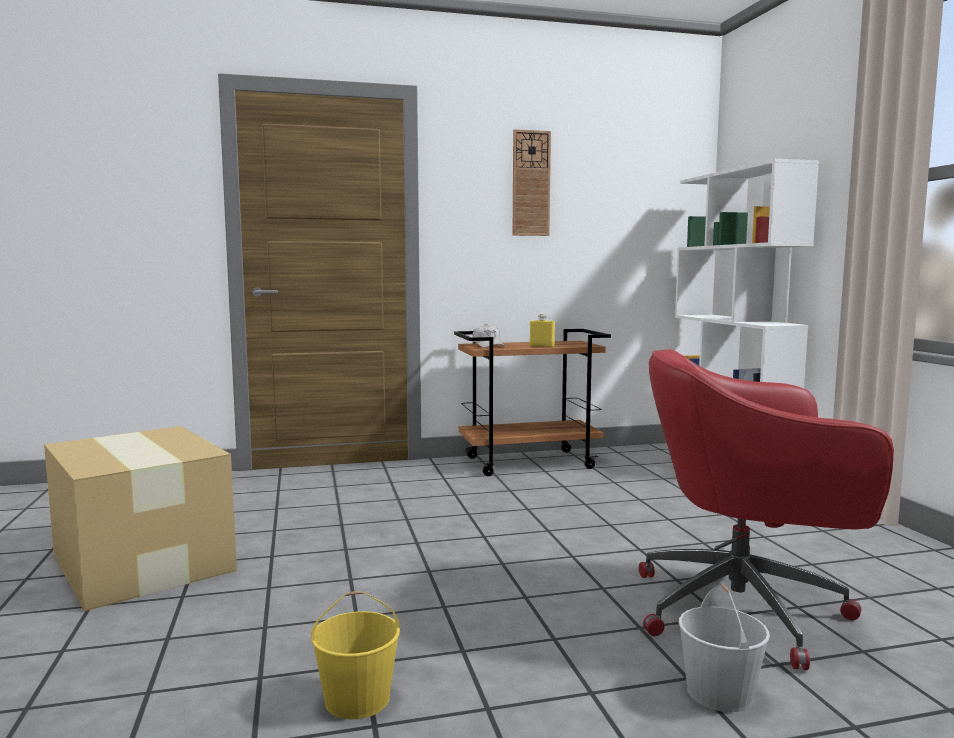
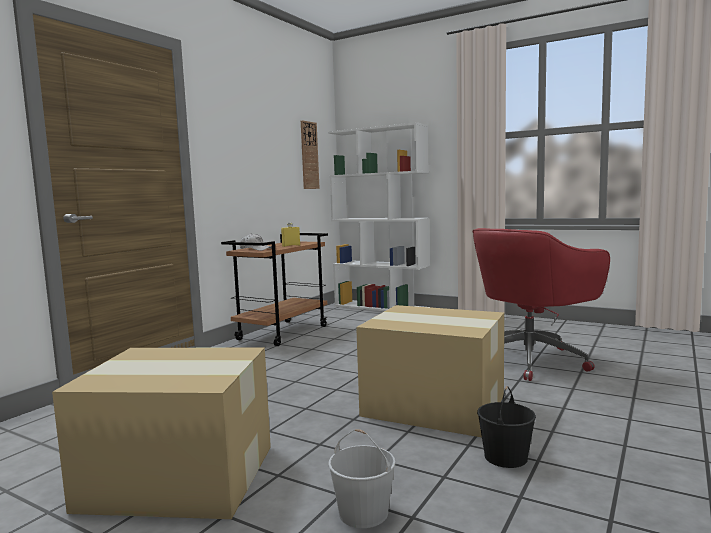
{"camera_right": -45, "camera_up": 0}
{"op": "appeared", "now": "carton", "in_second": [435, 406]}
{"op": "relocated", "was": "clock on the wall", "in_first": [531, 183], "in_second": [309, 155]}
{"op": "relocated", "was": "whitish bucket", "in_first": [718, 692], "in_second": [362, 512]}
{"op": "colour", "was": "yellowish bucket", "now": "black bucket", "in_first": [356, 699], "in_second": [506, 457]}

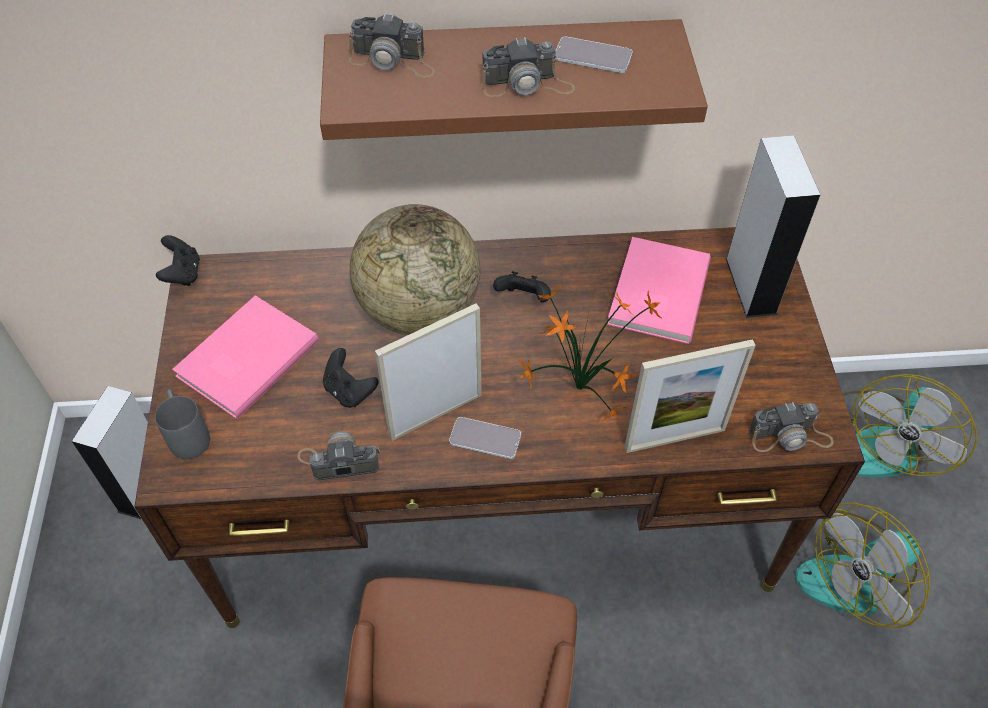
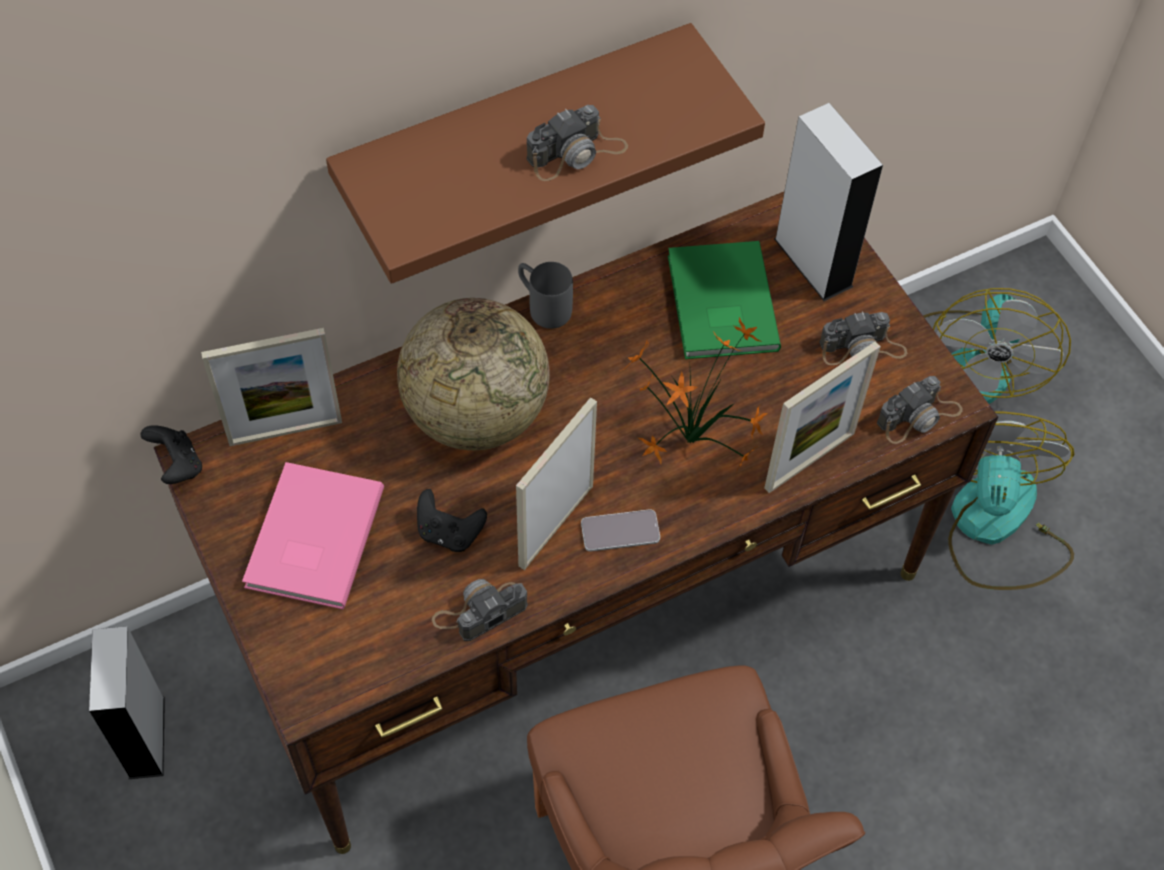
{"camera_right": -25, "camera_up": 5}
{"op": "missing", "was": "black joypad", "in_first": [523, 298]}
{"op": "missing", "was": "phone", "in_first": [592, 56]}
{"op": "appeared", "now": "picture frame", "in_second": [285, 431]}
{"op": "relocated", "was": "gray mug", "in_first": [187, 434], "in_second": [543, 306]}
{"op": "relocated", "was": "photo camera", "in_first": [393, 60], "in_second": [862, 348]}
{"op": "colour", "was": "pink-coloured bound book", "now": "greenish bound book", "in_first": [655, 293], "in_second": [719, 305]}
{"op": "spun", "was": "cooling fan", "in_first": [857, 575], "in_second": [994, 526], "clockwise": 150}

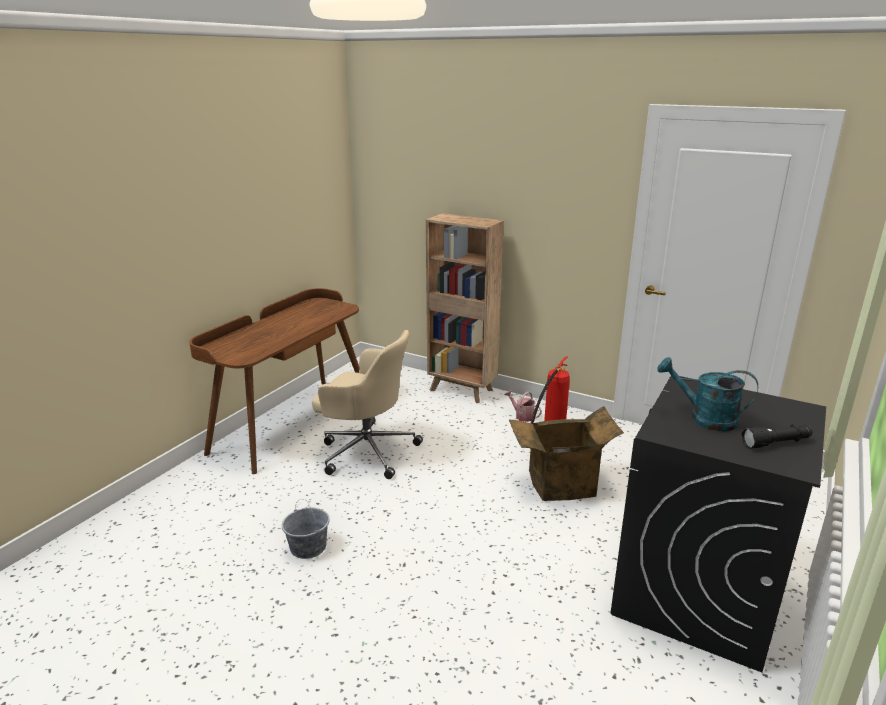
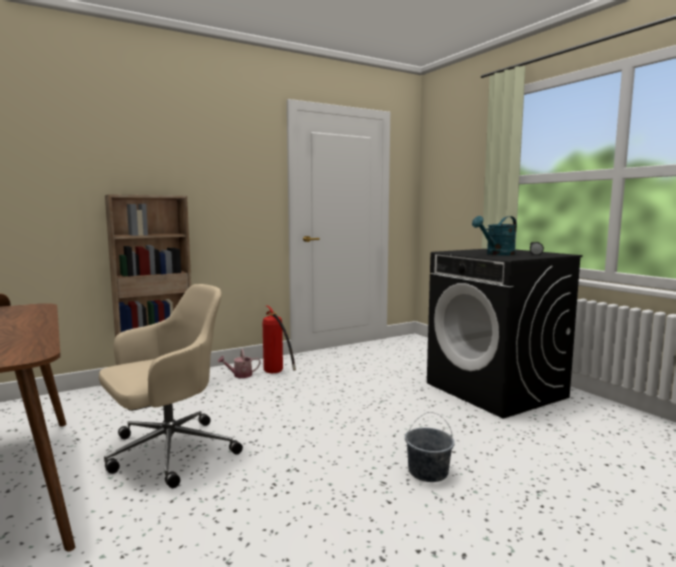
{"camera_right": -60, "camera_up": -15}
{"op": "missing", "was": "carton", "in_first": [561, 485]}
{"op": "relocated", "was": "gray bucket", "in_first": [308, 547], "in_second": [427, 472]}

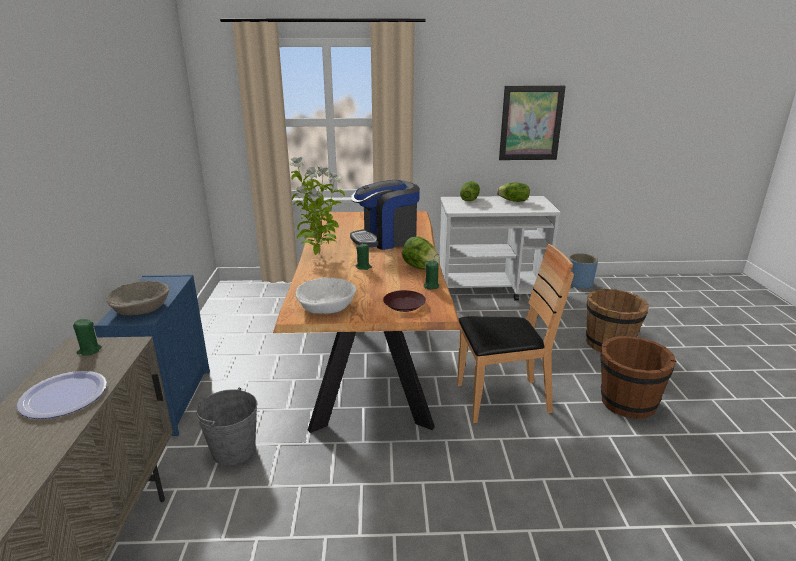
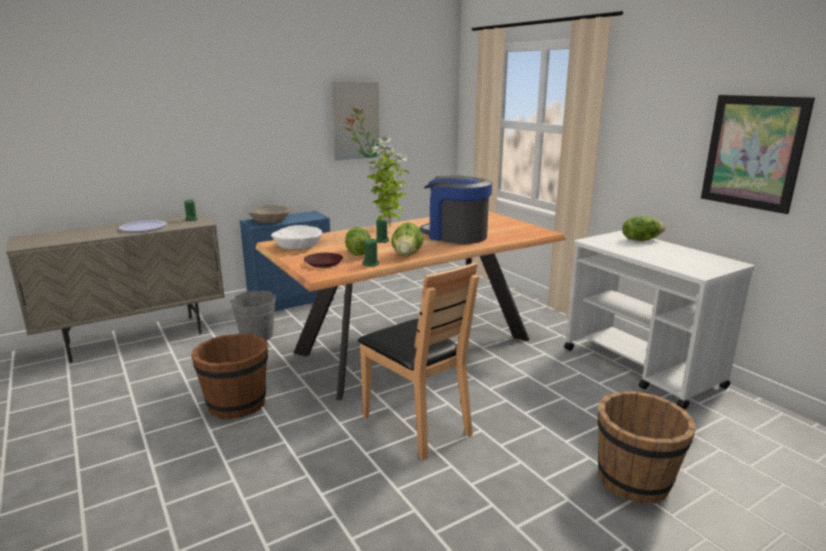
{"camera_right": 60, "camera_up": -5}
{"op": "missing", "was": "blue planter", "in_first": [579, 284]}
{"op": "appeared", "now": "wall art", "in_second": [355, 120]}
{"op": "relocated", "was": "lettuce", "in_first": [513, 201], "in_second": [357, 253]}
{"op": "relocated", "was": "brown bucket", "in_first": [627, 403], "in_second": [237, 404]}

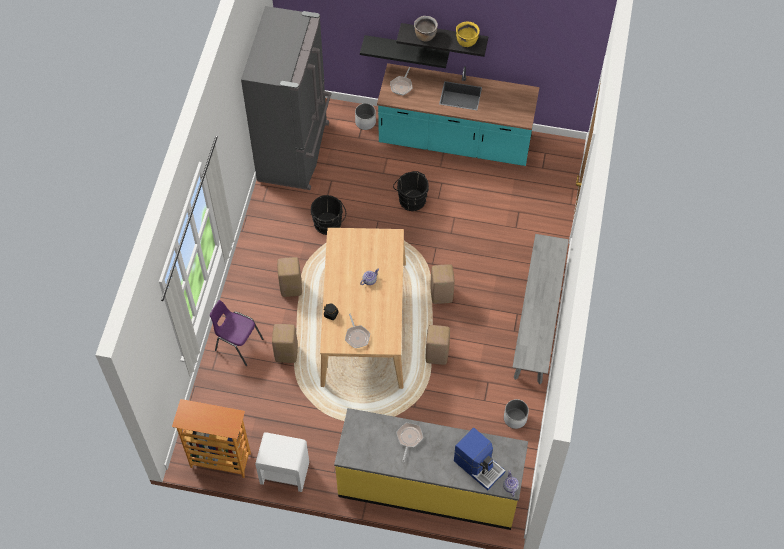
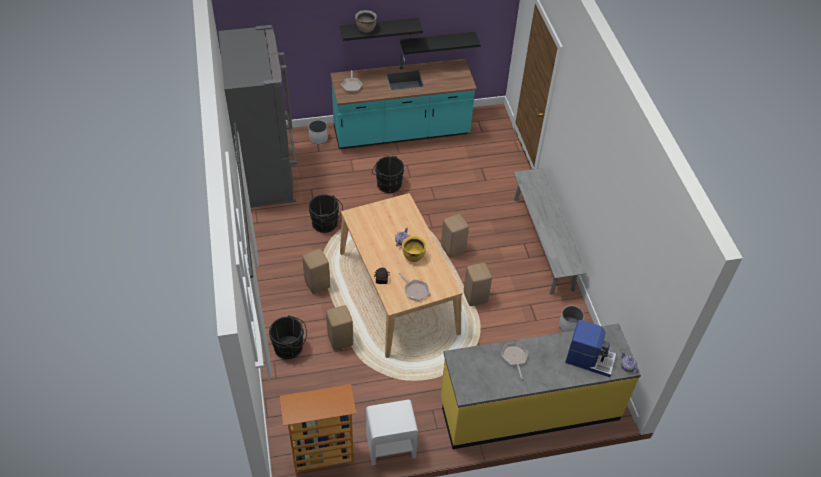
{"camera_right": -25, "camera_up": -10}
{"op": "relocated", "was": "black bracket shelf", "in_first": [407, 48], "in_second": [437, 43]}
{"op": "relocated", "was": "yellowish cooking pot", "in_first": [466, 41], "in_second": [413, 256]}
{"op": "exchanged", "was": "purplish chair", "now": "black bucket", "in_first": [237, 344], "in_second": [290, 347]}

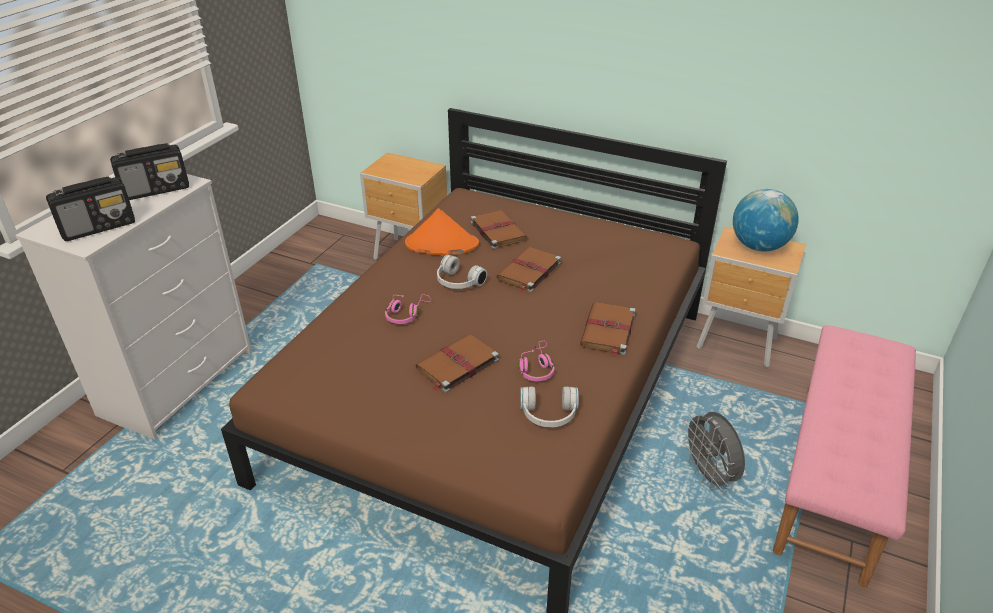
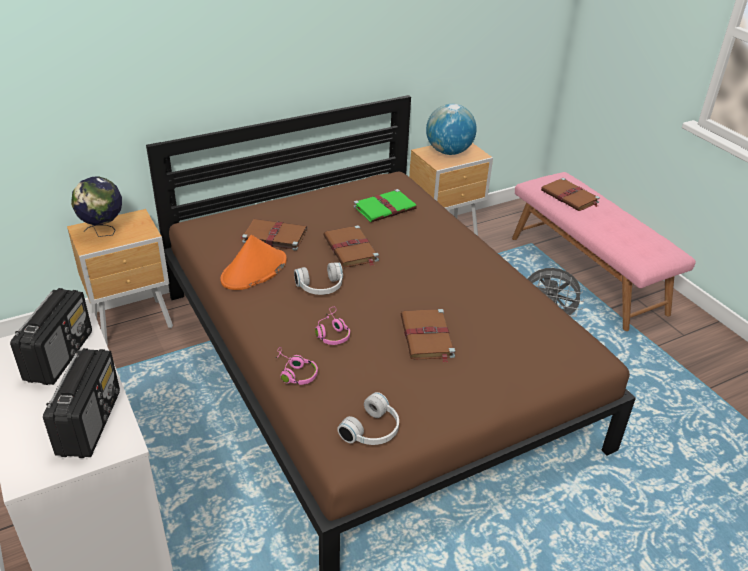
{"camera_right": -55, "camera_up": 0}
{"op": "appeared", "now": "desk globe", "in_second": [103, 232]}
{"op": "appeared", "now": "greenish bound book", "in_second": [385, 208]}
{"op": "relocated", "was": "pink-coloured headphones", "in_first": [536, 368], "in_second": [294, 373]}
{"op": "relocated", "was": "whitish headphones", "in_first": [549, 415], "in_second": [373, 431]}
{"op": "relocated", "was": "brown bound book", "in_first": [608, 331], "in_second": [570, 197]}

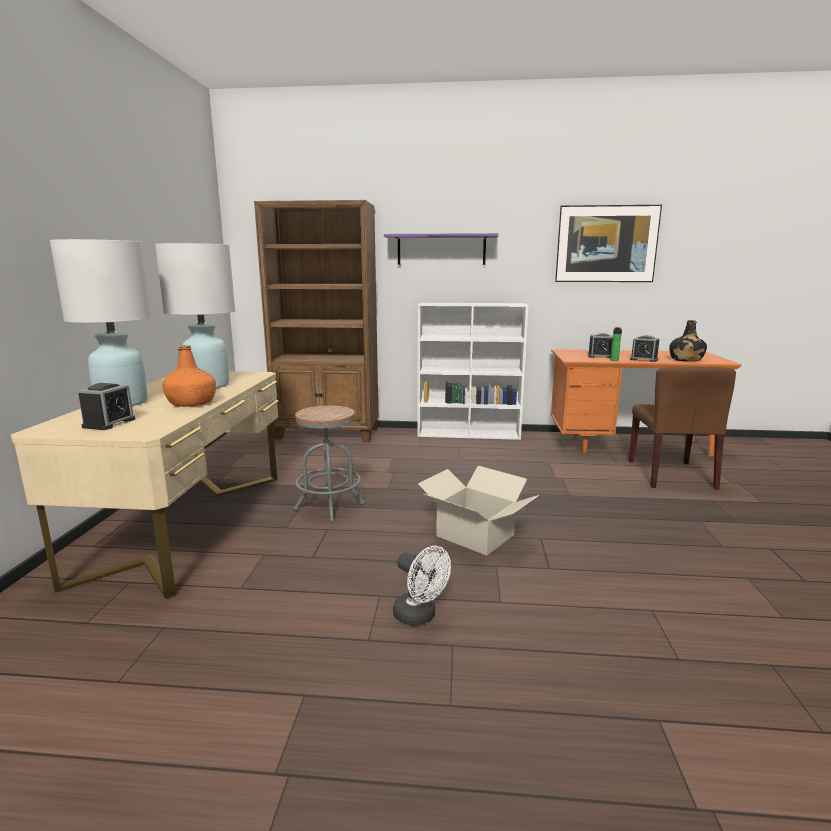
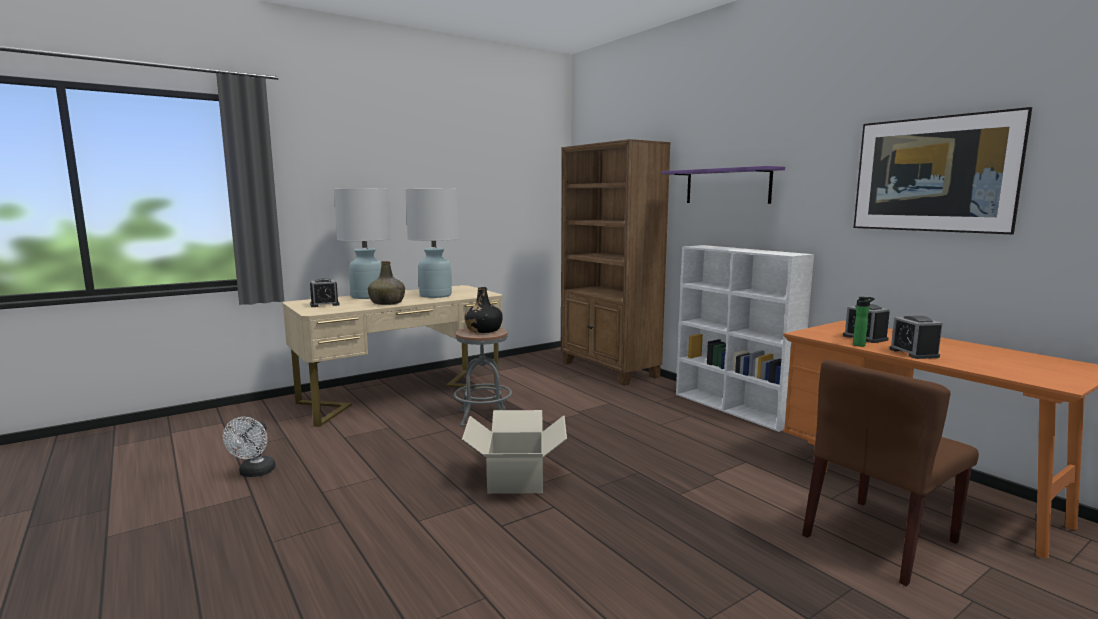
{"camera_right": 50, "camera_up": -5}
{"op": "relocated", "was": "whitish cooling fan", "in_first": [420, 616], "in_second": [254, 473]}
{"op": "relocated", "was": "black beverage bottle", "in_first": [685, 360], "in_second": [483, 330]}
{"op": "colour", "was": "orange beverage bottle", "now": "greenish beverage bottle", "in_first": [192, 403], "in_second": [387, 303]}

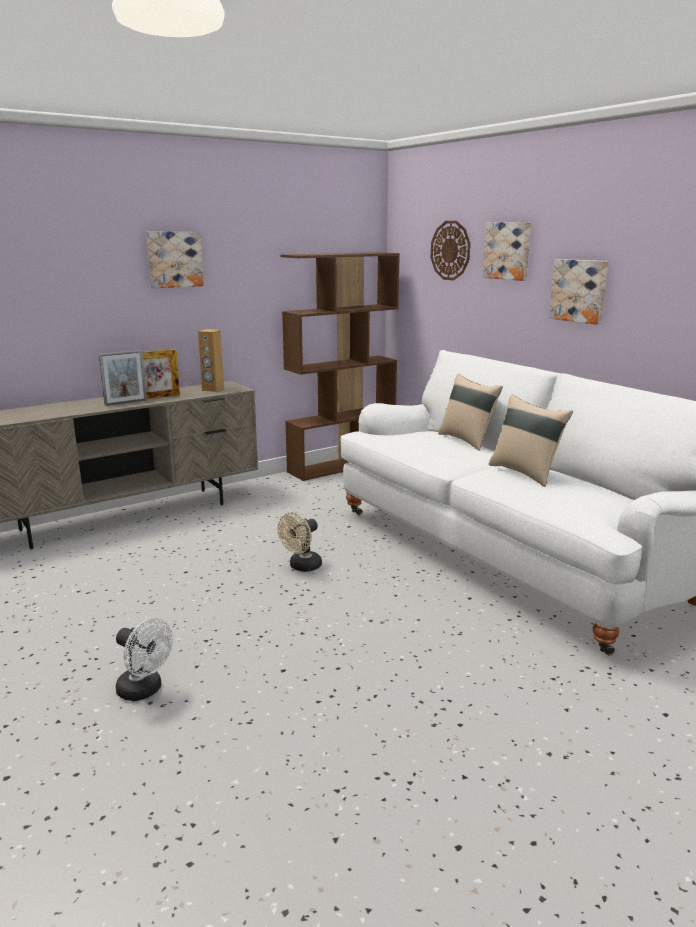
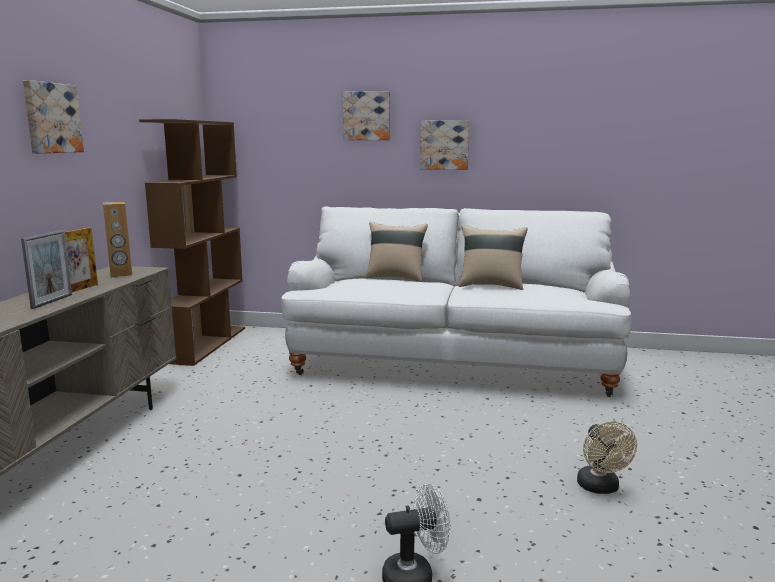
{"camera_right": -45, "camera_up": -5}
{"op": "missing", "was": "clock on the wall", "in_first": [450, 250]}
{"op": "relocated", "was": "beige-coloured cooling fan", "in_first": [302, 567], "in_second": [600, 488]}

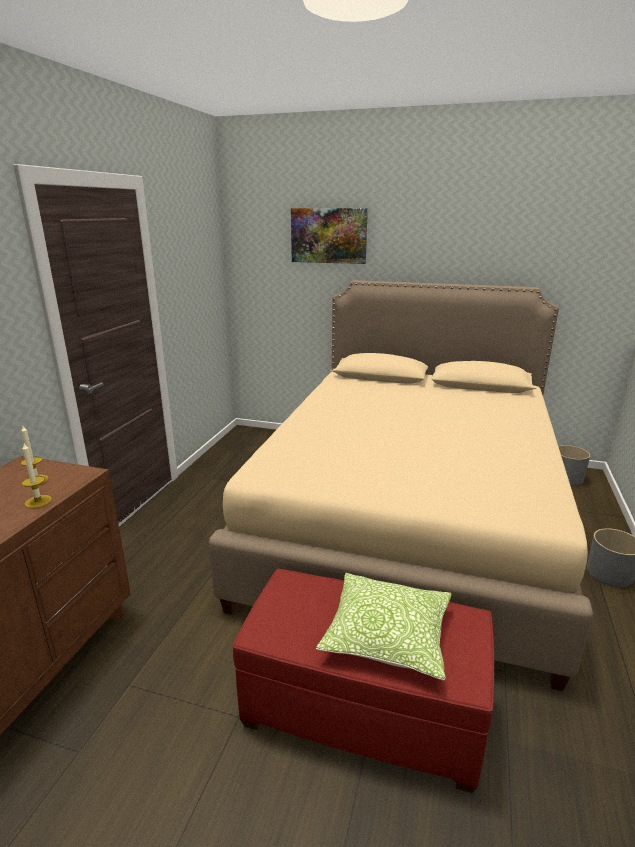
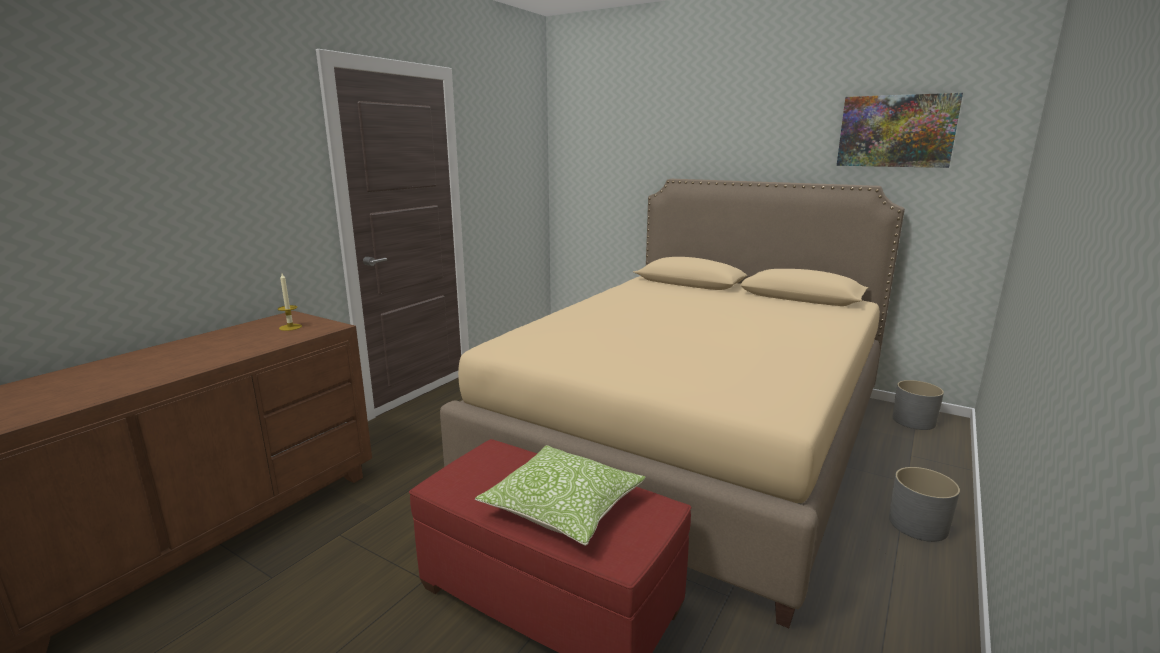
{"camera_right": 15, "camera_up": -5}
{"op": "missing", "was": "wax light", "in_first": [38, 501]}
{"op": "relocated", "was": "wall art", "in_first": [329, 235], "in_second": [896, 131]}

